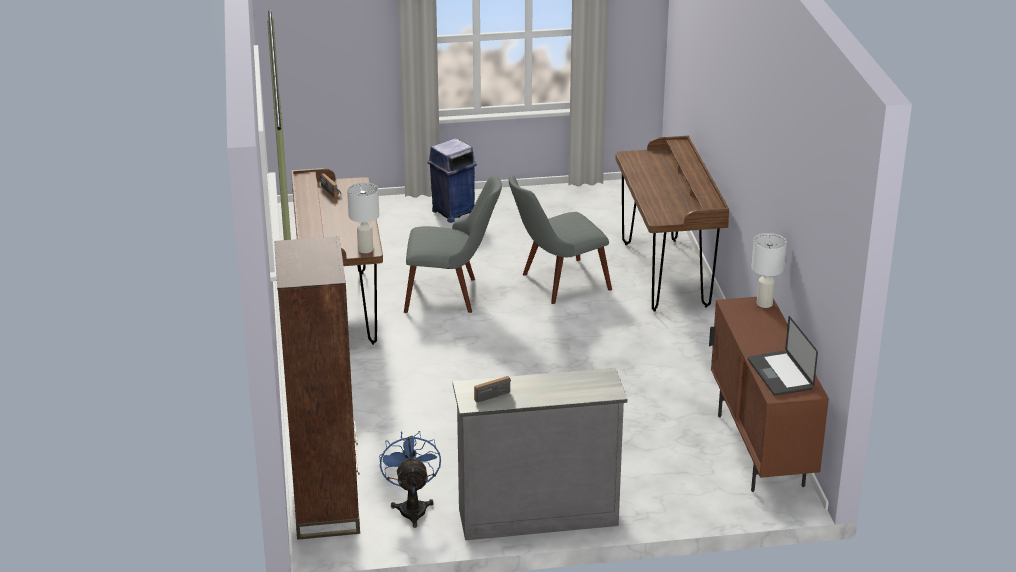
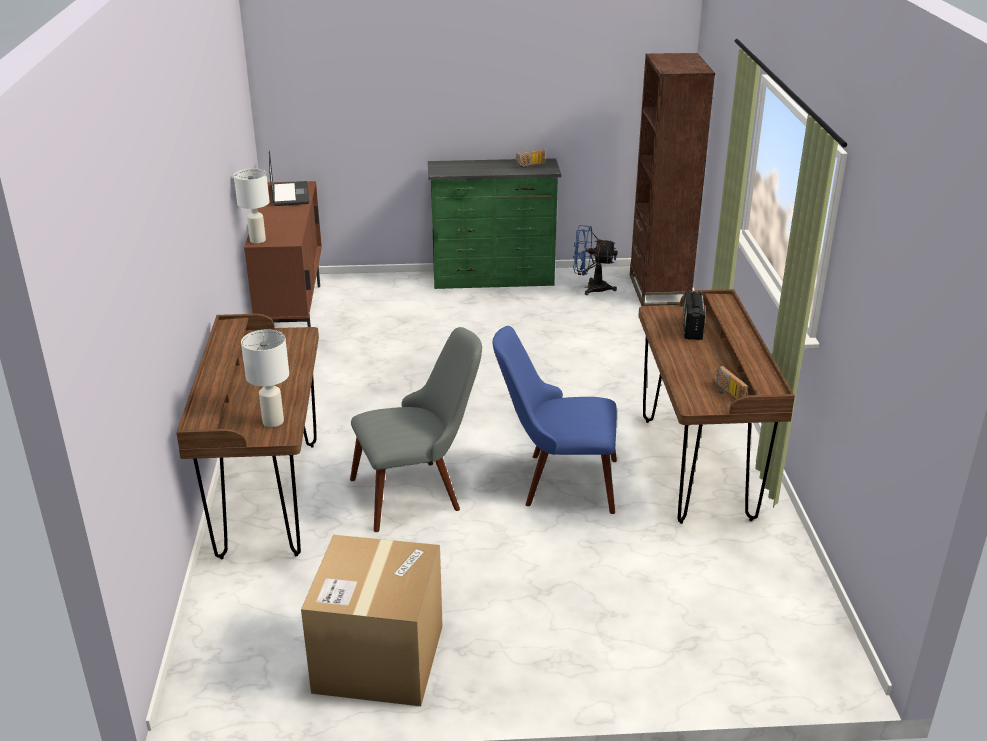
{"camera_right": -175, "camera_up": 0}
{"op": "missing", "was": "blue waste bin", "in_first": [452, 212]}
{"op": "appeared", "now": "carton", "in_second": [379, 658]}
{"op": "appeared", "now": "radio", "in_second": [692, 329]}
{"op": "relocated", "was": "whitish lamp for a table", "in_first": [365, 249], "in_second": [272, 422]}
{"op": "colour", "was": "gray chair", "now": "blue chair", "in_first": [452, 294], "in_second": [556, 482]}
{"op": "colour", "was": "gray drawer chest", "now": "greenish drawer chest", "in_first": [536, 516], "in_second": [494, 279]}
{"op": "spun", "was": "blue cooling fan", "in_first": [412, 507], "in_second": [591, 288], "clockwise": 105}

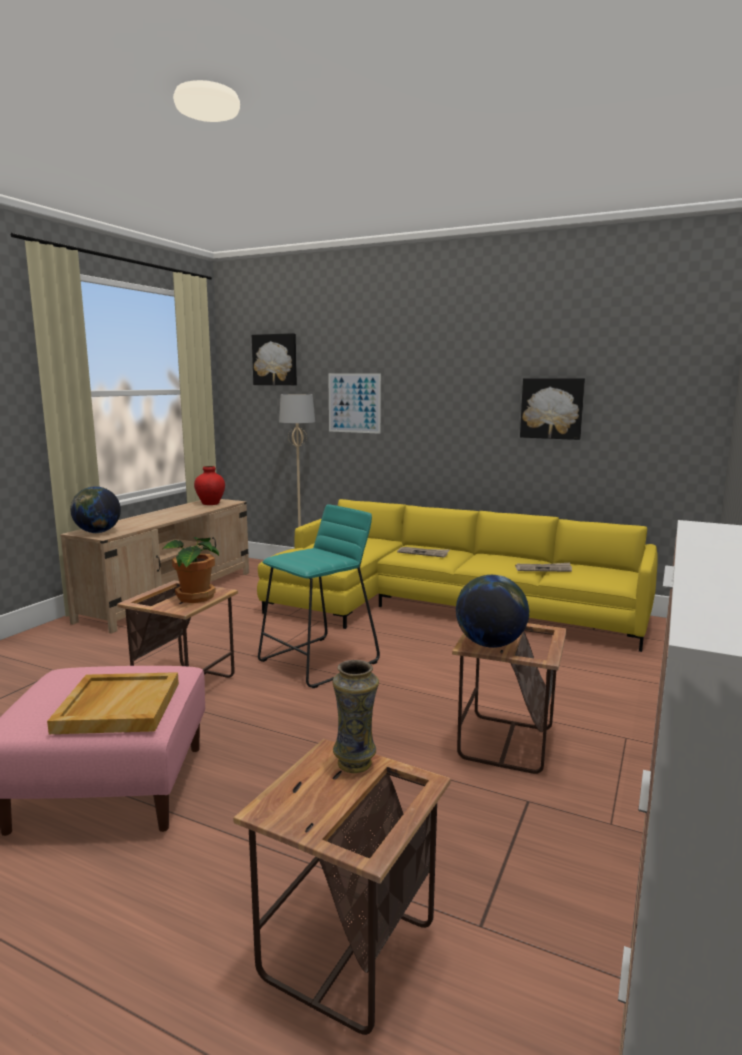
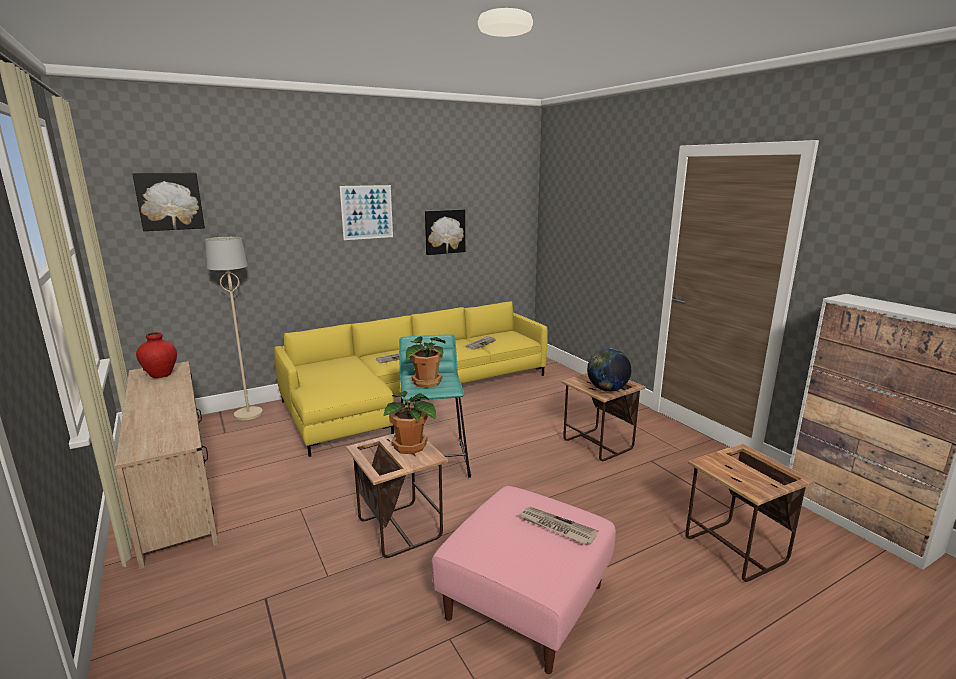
{"camera_right": -55, "camera_up": 5}
{"op": "missing", "was": "desk globe", "in_first": [97, 532]}
{"op": "missing", "was": "vase", "in_first": [355, 763]}
{"op": "appeared", "now": "houseplant", "in_second": [425, 383]}
{"op": "relocated", "was": "wall art", "in_first": [354, 403], "in_second": [367, 212]}
{"op": "exchanged", "was": "beige-coloured serving tray", "now": "newspaper", "in_first": [118, 706], "in_second": [556, 527]}

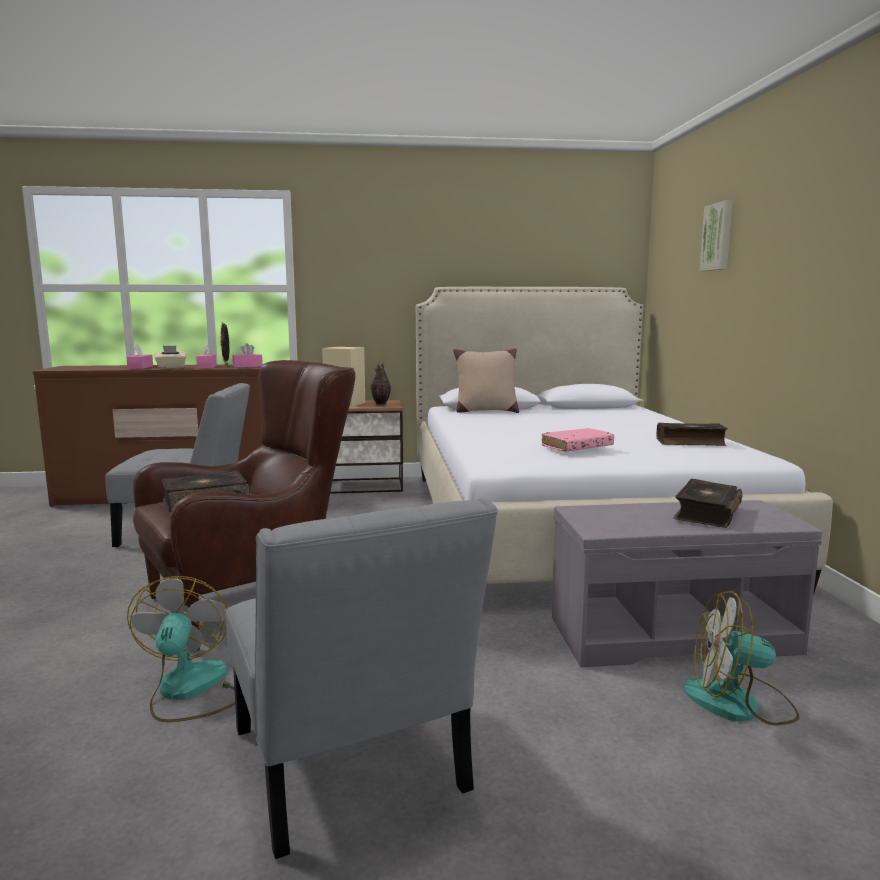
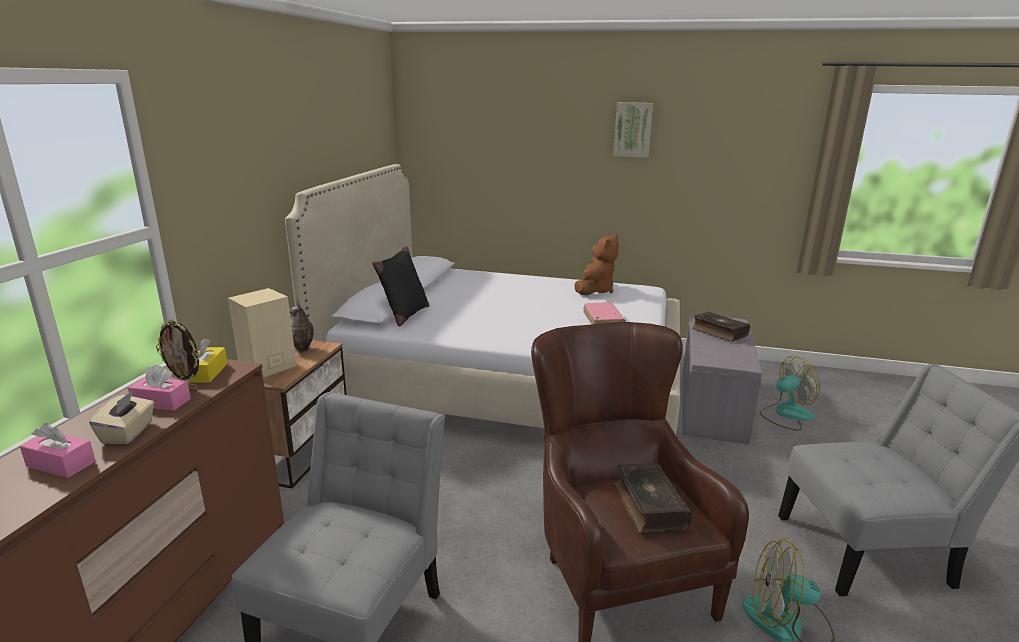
{"camera_right": -70, "camera_up": 10}
{"op": "relocated", "was": "wall art", "in_first": [718, 237], "in_second": [633, 129]}
{"op": "exchanged", "was": "bound book", "now": "brown plush toy", "in_first": [690, 442], "in_second": [595, 290]}
{"op": "colour", "was": "pink-coloured tissue box", "now": "yellowish tissue box", "in_first": [247, 366], "in_second": [207, 373]}
{"op": "colour", "was": "beige-coloured throw pillow", "now": "black throw pillow", "in_first": [485, 411], "in_second": [405, 315]}
{"op": "spun", "was": "cooling fan", "in_first": [739, 703], "in_second": [786, 414], "clockwise": -135}

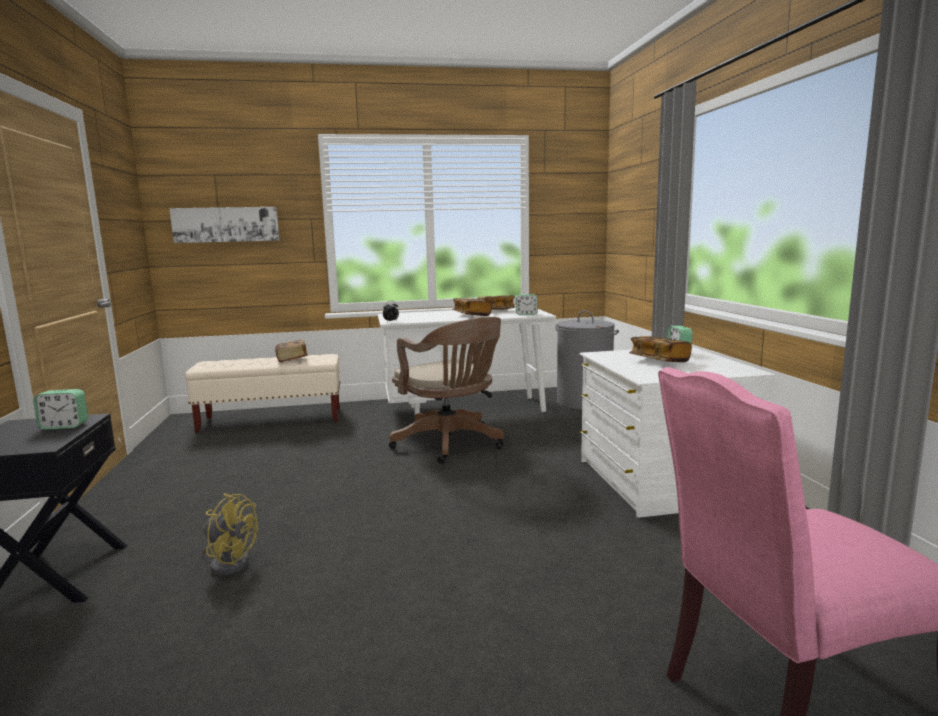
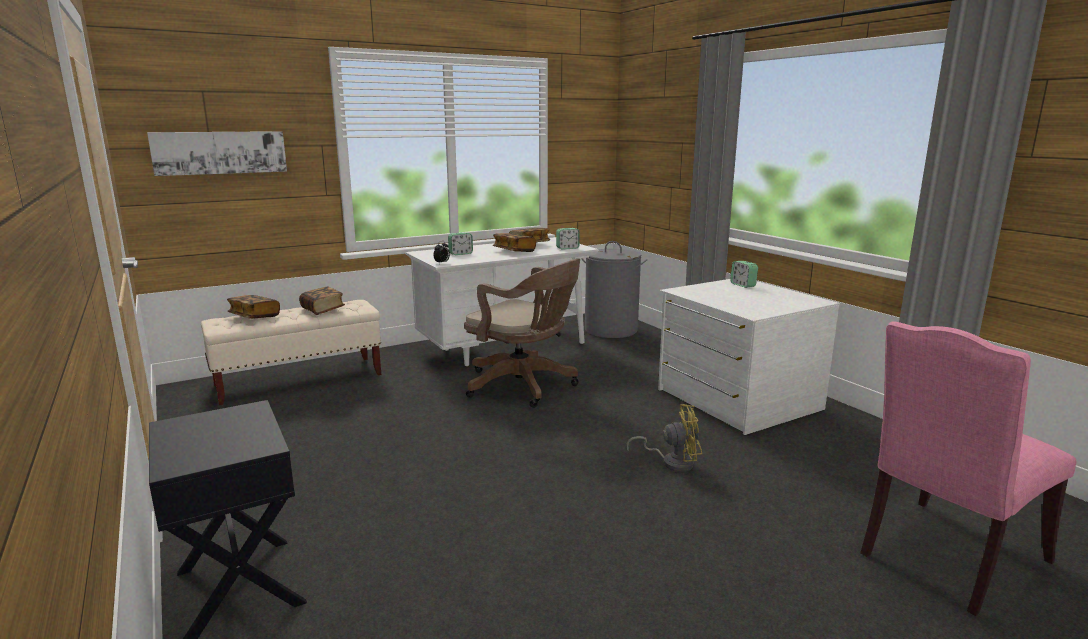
{"camera_right": -20, "camera_up": 5}
{"op": "relocated", "was": "alarm clock", "in_first": [64, 426], "in_second": [460, 253]}
{"op": "relocated", "was": "yellowish cooling fan", "in_first": [230, 562], "in_second": [672, 462]}
{"op": "relocated", "was": "bound book", "in_first": [659, 361], "in_second": [254, 316]}

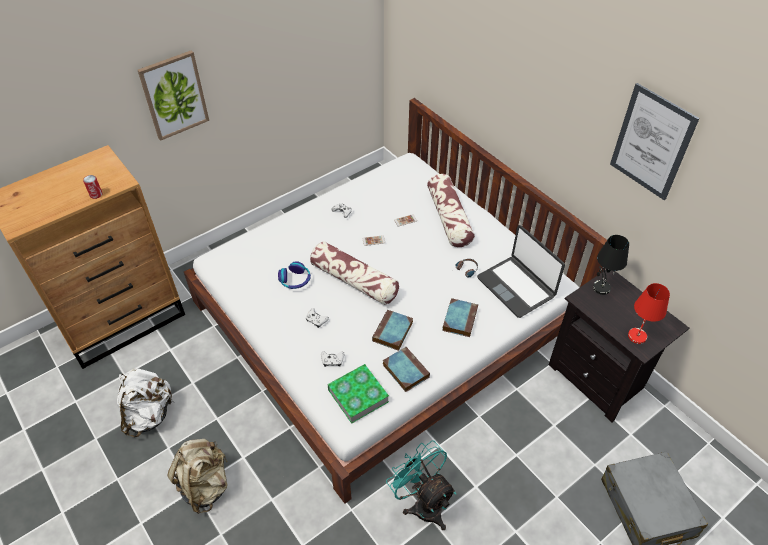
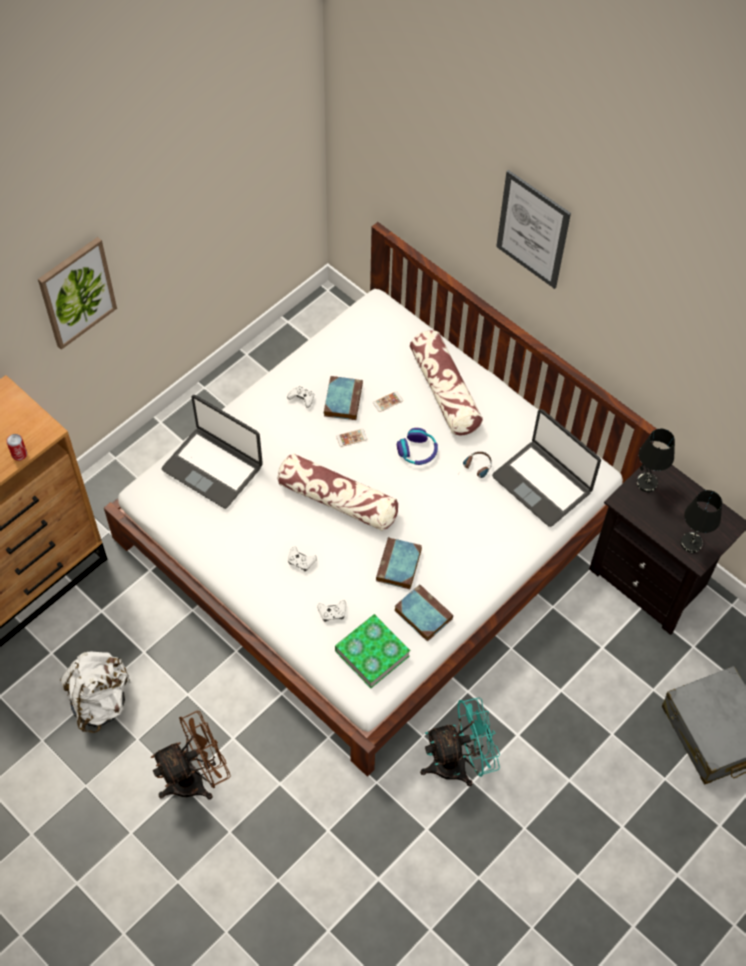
{"camera_right": -10, "camera_up": 10}
{"op": "appeared", "now": "portable computer", "in_second": [213, 467]}
{"op": "relocated", "was": "headphones", "in_first": [295, 280], "in_second": [417, 451]}
{"op": "relocated", "was": "bound book", "in_first": [459, 319], "in_second": [343, 399]}
{"op": "relocated", "was": "wall art", "in_first": [651, 142], "in_second": [532, 230]}
{"op": "exchanged", "was": "beige-coloured rucksack", "now": "brown cooling fan", "in_first": [205, 485], "in_second": [196, 778]}
{"op": "colour", "was": "red-coloured lamp for a table", "now": "black lamp for a table", "in_first": [637, 336], "in_second": [691, 542]}
{"op": "spun", "was": "turquoise cooling fan", "in_first": [422, 503], "in_second": [458, 763], "clockwise": 120}

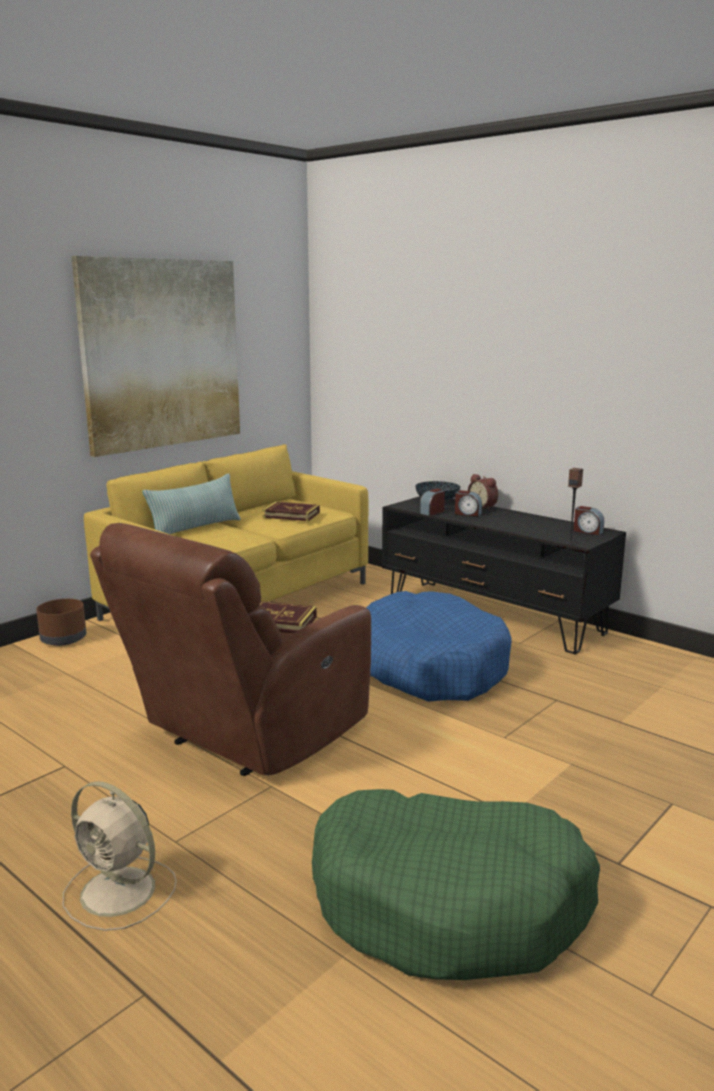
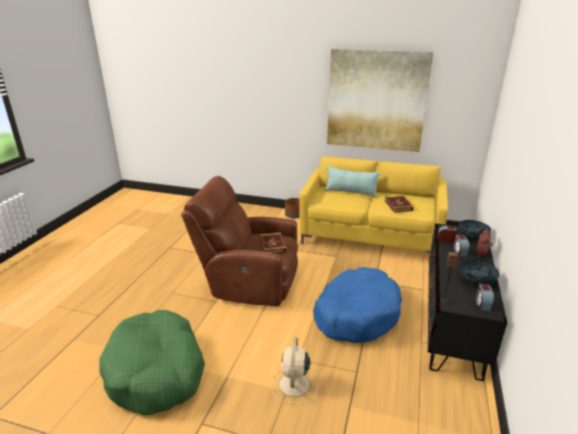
{"camera_right": 65, "camera_up": 10}
{"op": "appeared", "now": "deep dish", "in_second": [477, 280]}
{"op": "relocated", "was": "beige-coloured cooling fan", "in_first": [120, 892], "in_second": [294, 385]}

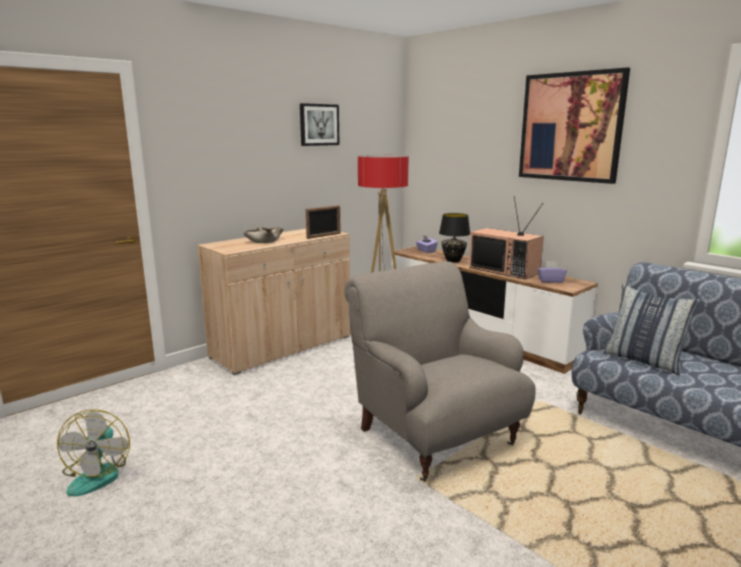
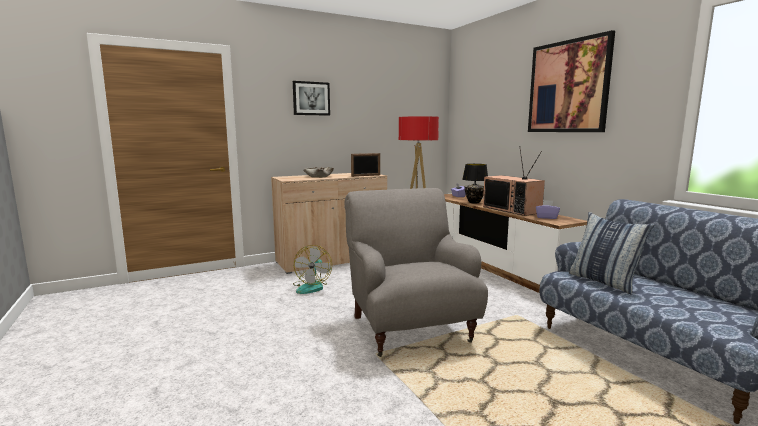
{"camera_right": 15, "camera_up": -5}
{"op": "relocated", "was": "cooling fan", "in_first": [98, 474], "in_second": [312, 287]}
{"op": "relocated", "was": "wall art", "in_first": [319, 125], "in_second": [311, 98]}

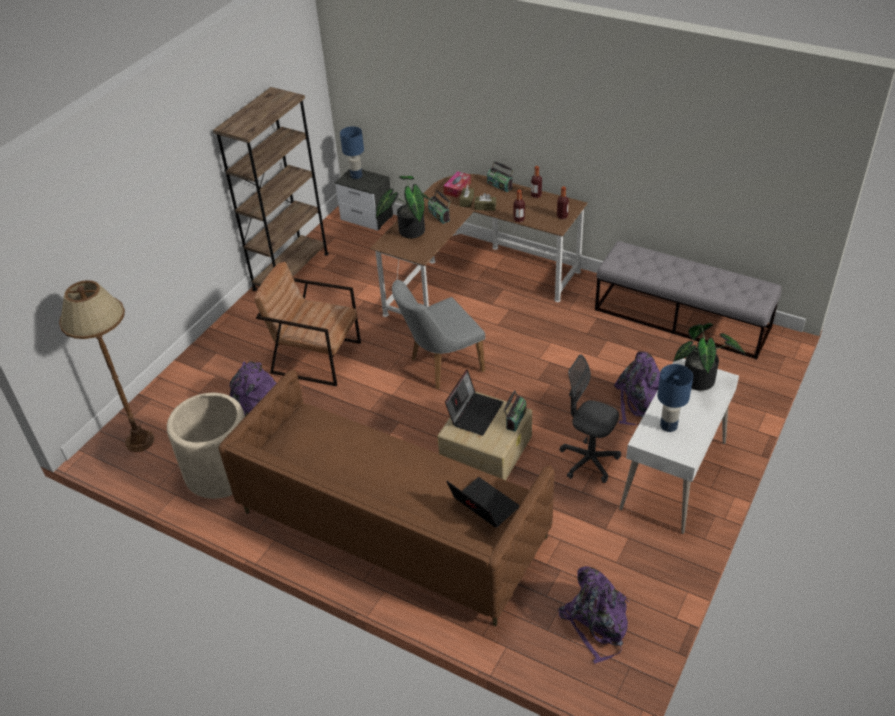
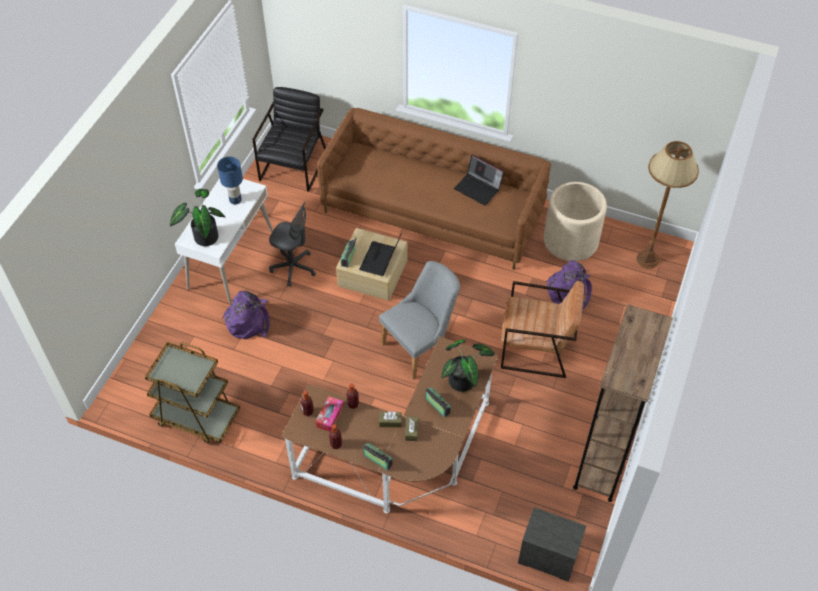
{"camera_right": 170, "camera_up": 10}
{"op": "missing", "was": "blue lamp for a table", "in_first": [356, 176]}
{"op": "relocated", "was": "tissue box", "in_first": [457, 188], "in_second": [330, 416]}
{"op": "relocated", "was": "portable computer", "in_first": [482, 505], "in_second": [478, 188]}
{"op": "exchanged", "was": "purplish rucksack", "now": "black easy chair", "in_first": [596, 623], "in_second": [294, 166]}
{"op": "exchanged", "was": "gray indoor bench", "now": "brown wheeled cart", "in_first": [682, 319], "in_second": [196, 417]}

